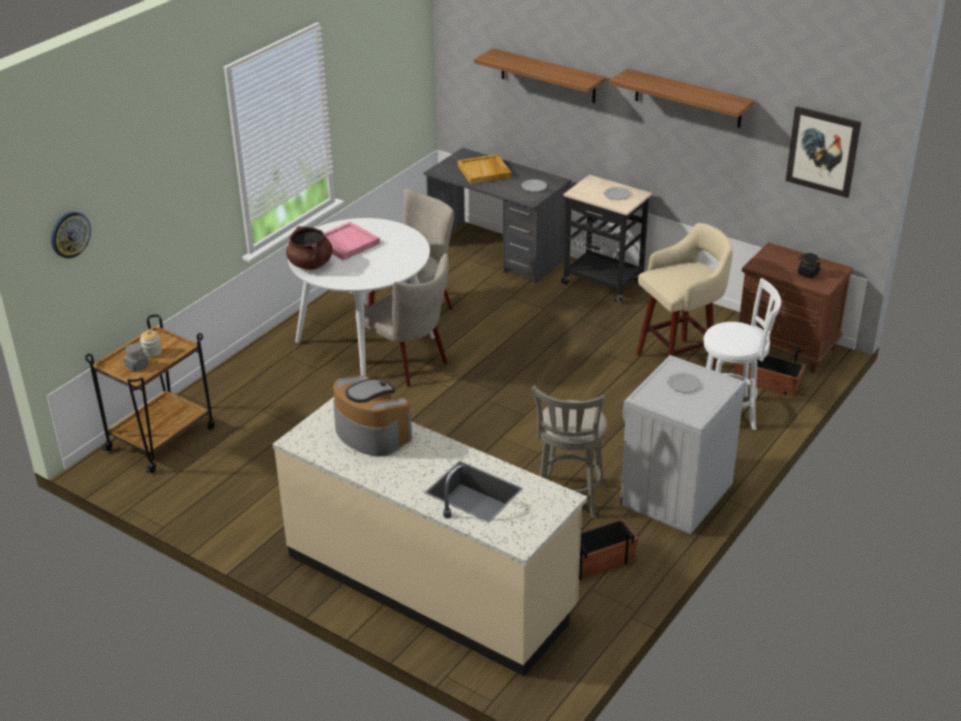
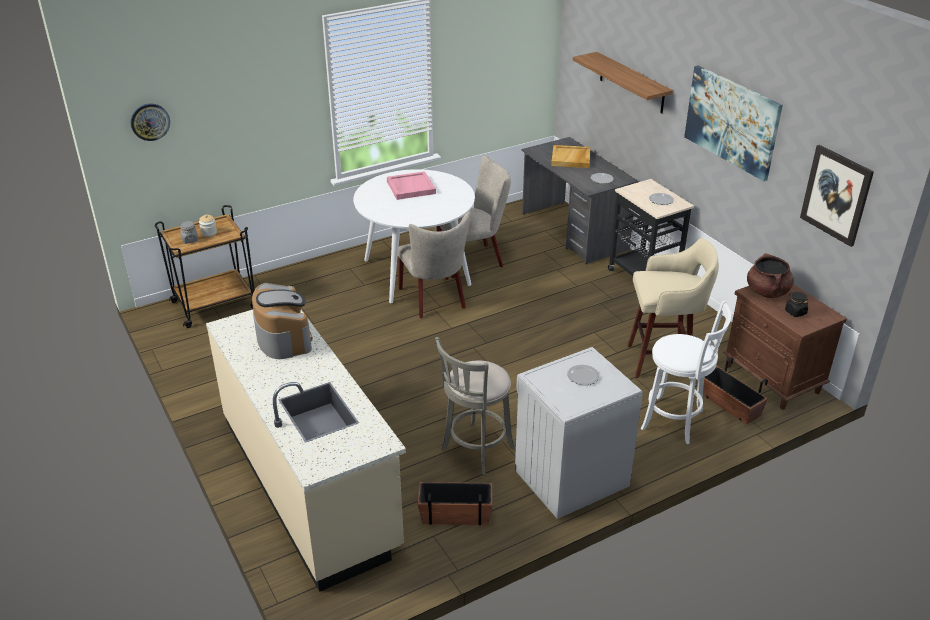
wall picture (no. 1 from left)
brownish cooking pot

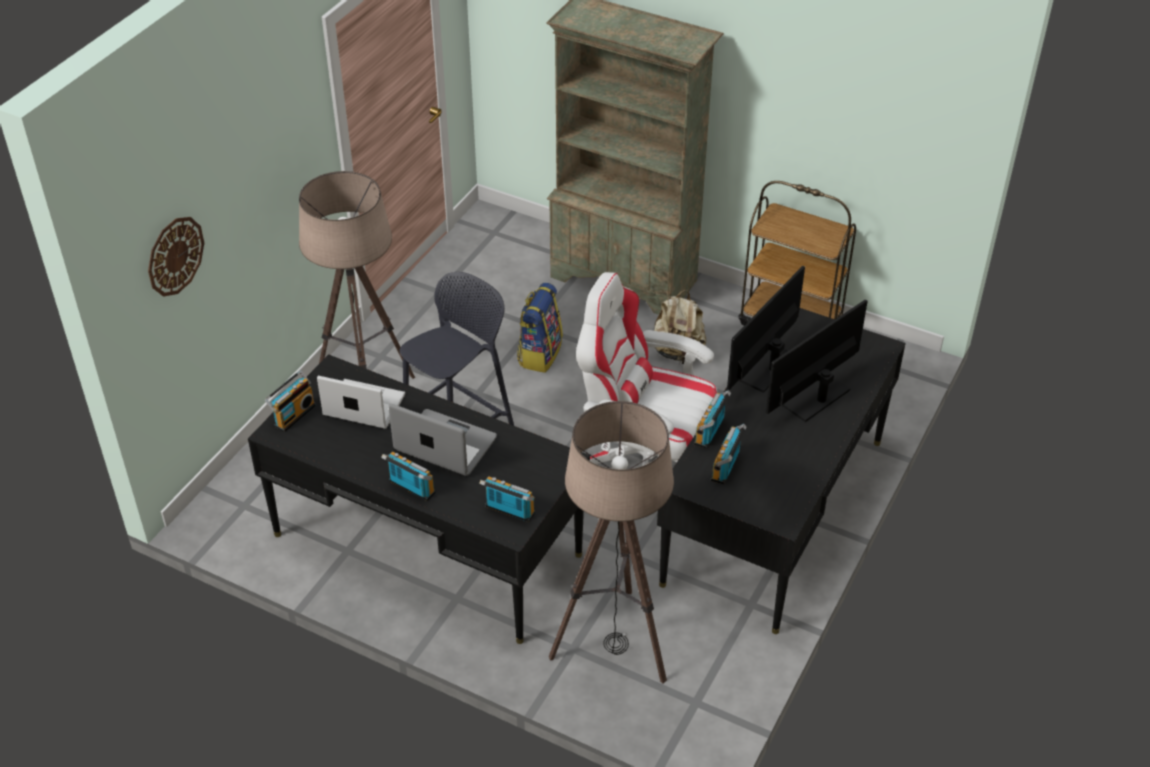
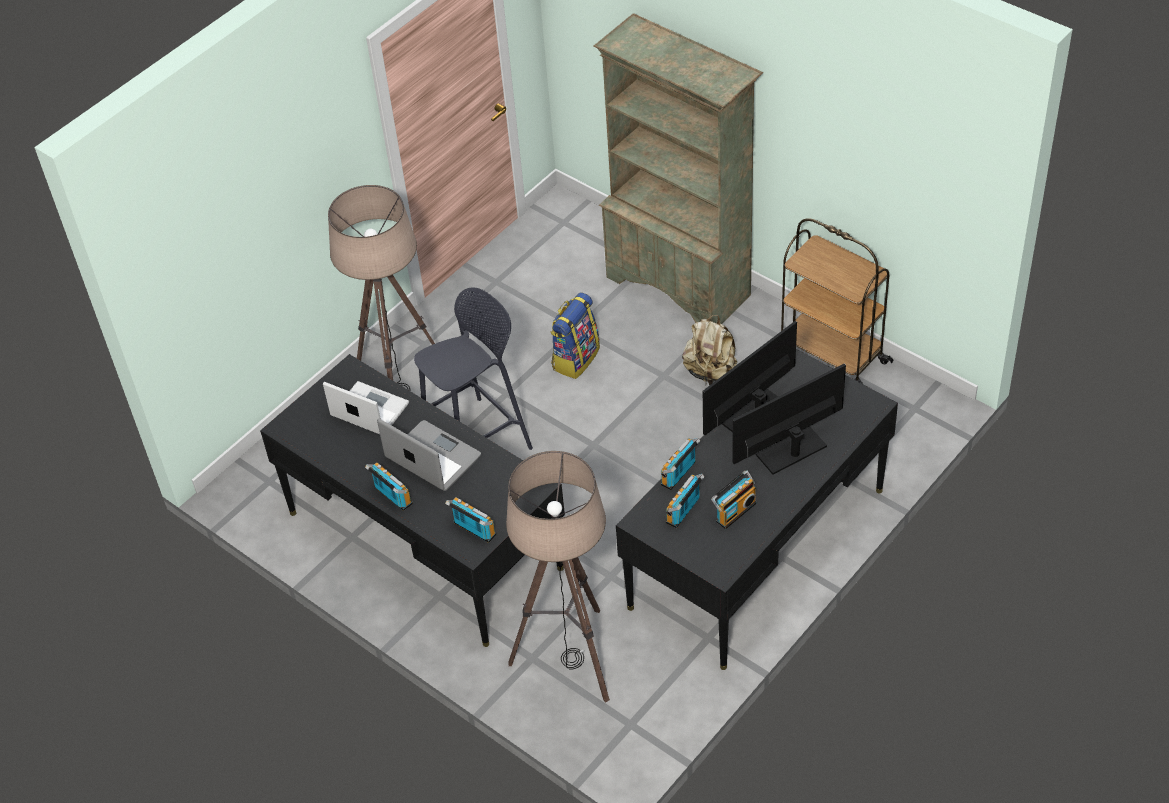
wall clock
whitish office chair
radio set (no. 5 from left)

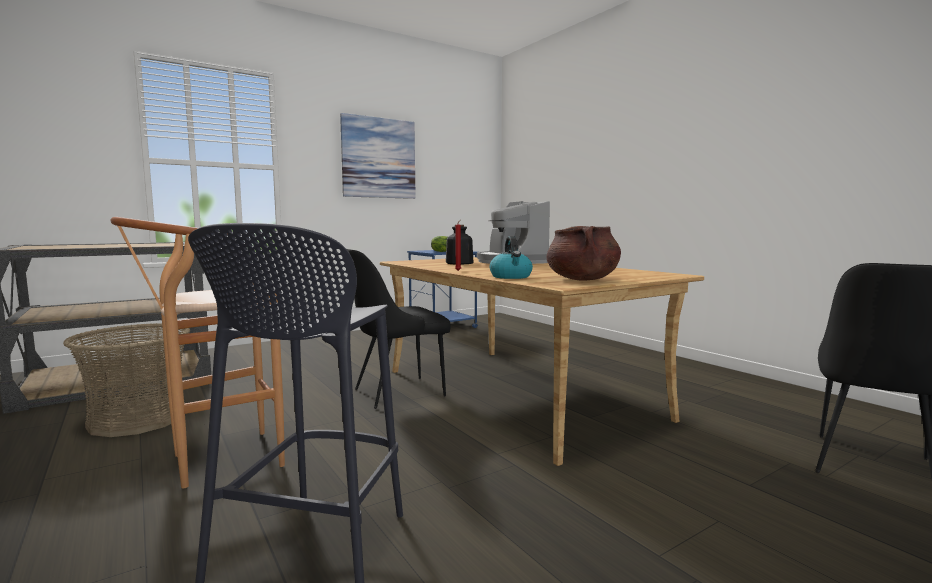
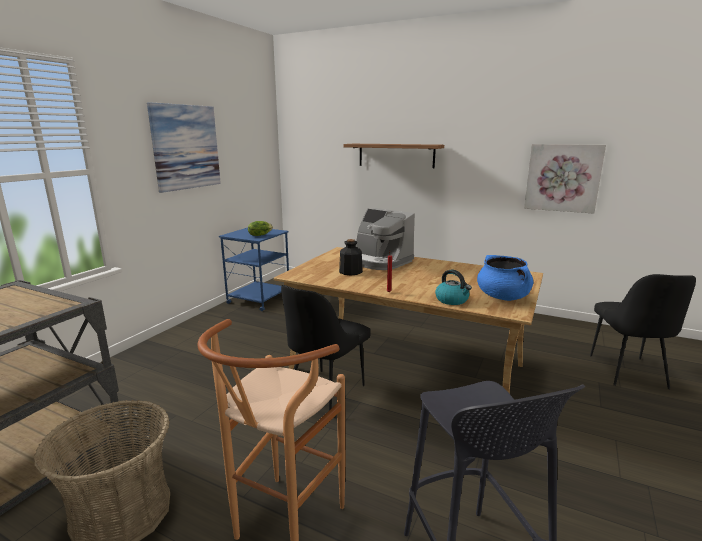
bluish cooking pot
shelf
wall picture (no. 2 from left)

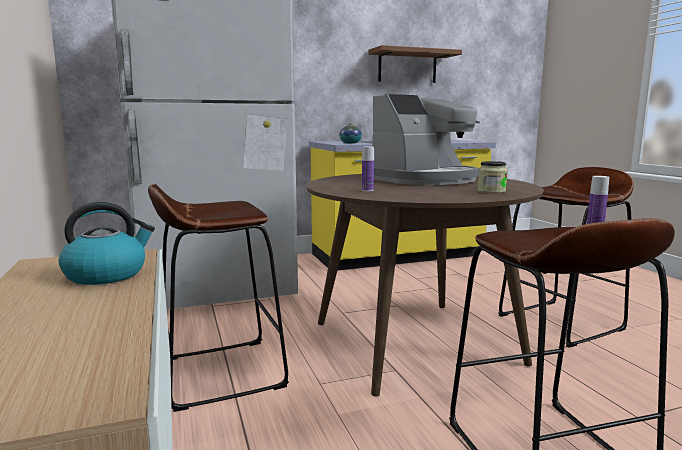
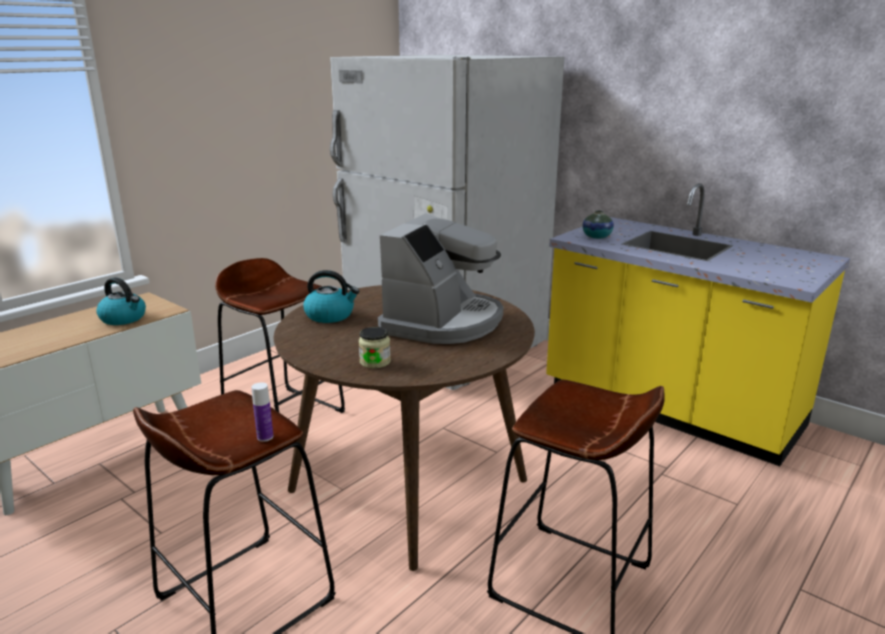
brownish shelf
coffee maker
water kettle (no. 2 from left)

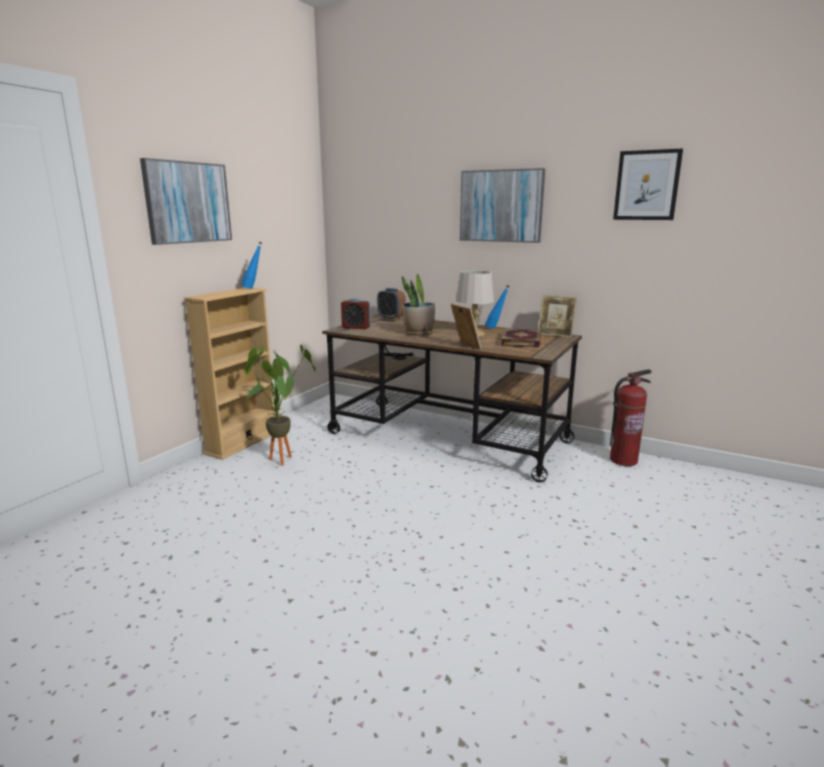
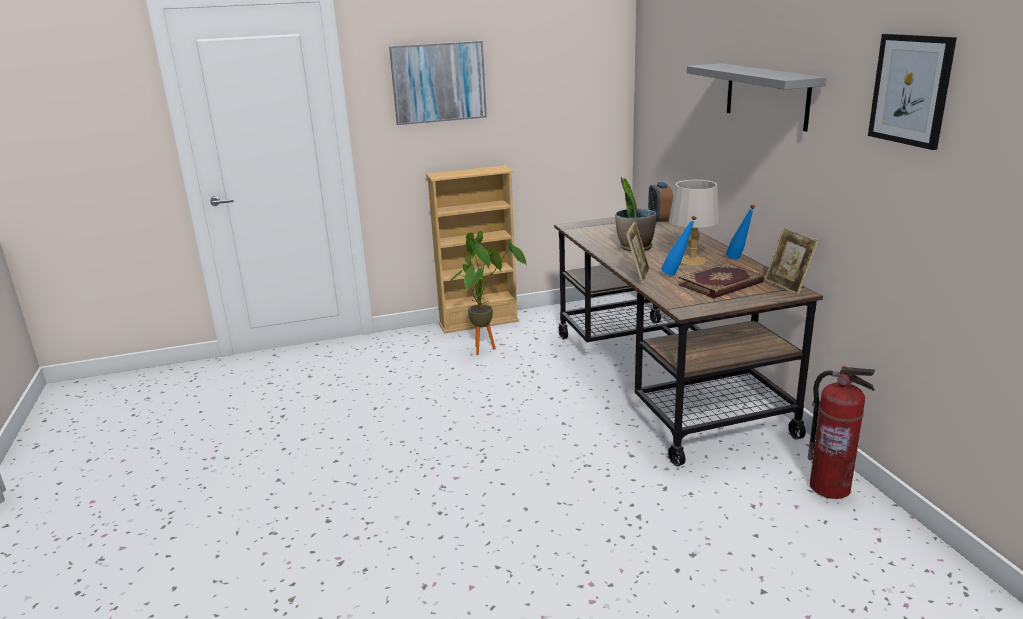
grey shelf
bluish bottle (no. 1 from left)
table clock (no. 1 from left in the first image)

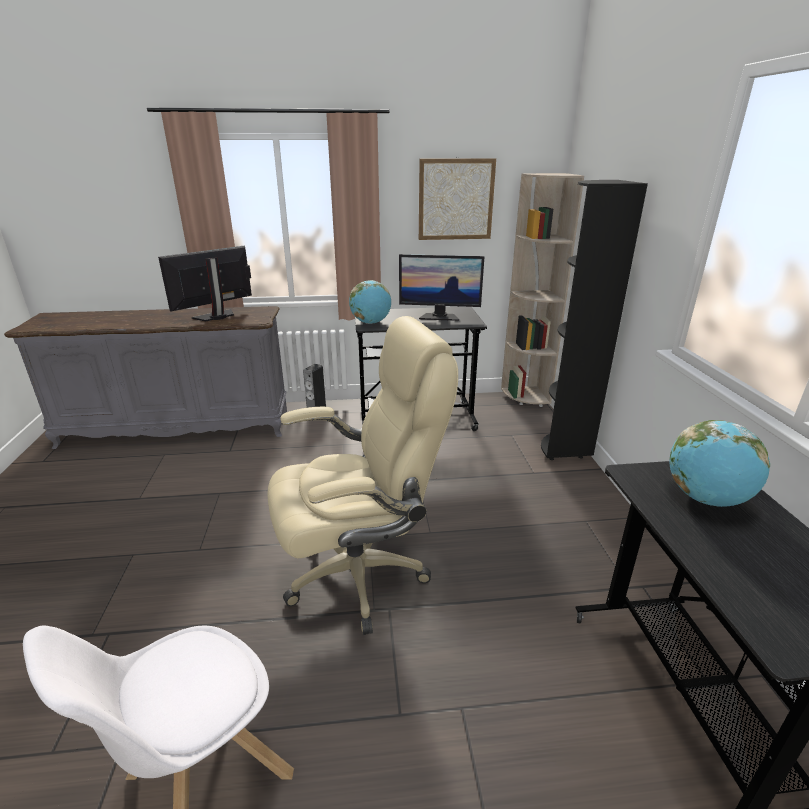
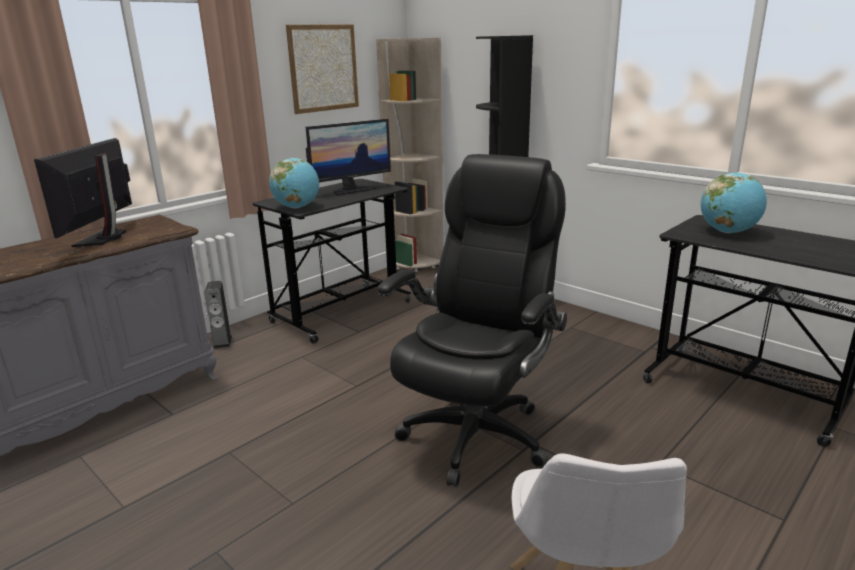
black-coloured office chair

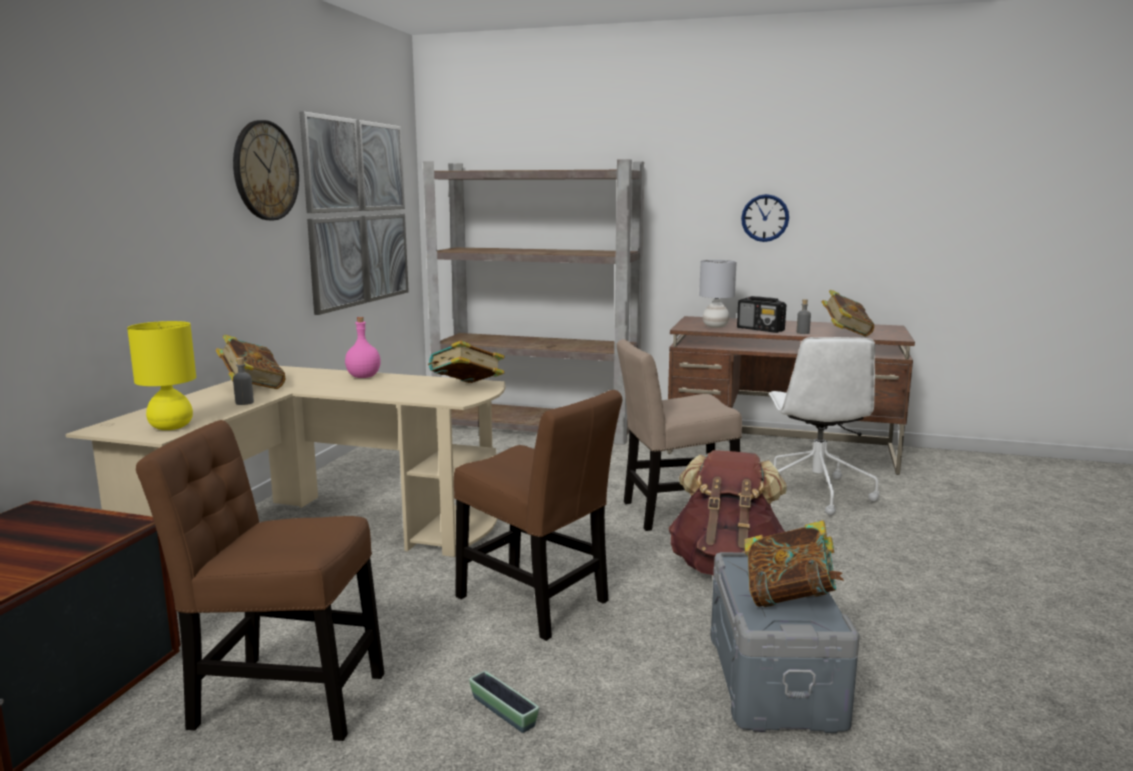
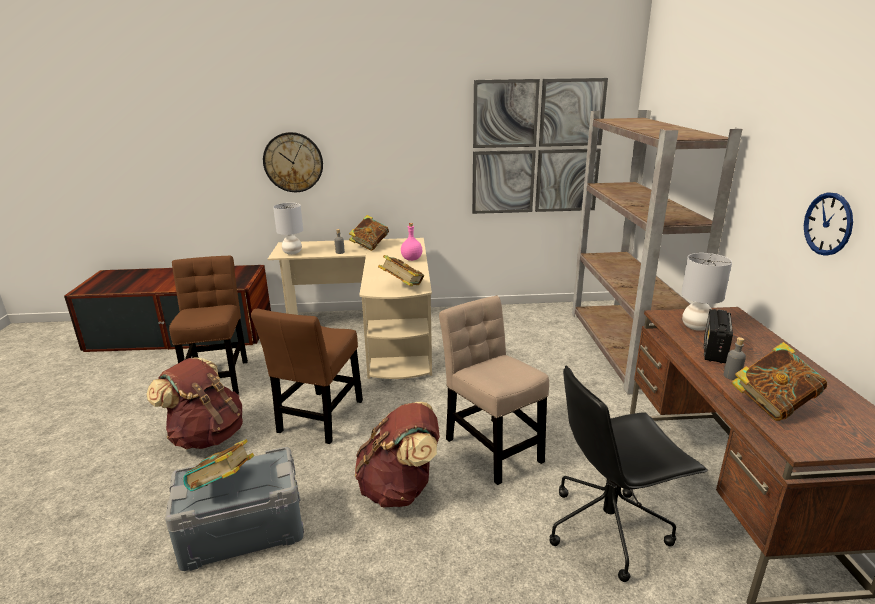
wall clock (no. 1 from left)
grey tabletop lamp (no. 1 from left)
black-coloured office chair
brownish rucksack (no. 1 from left)

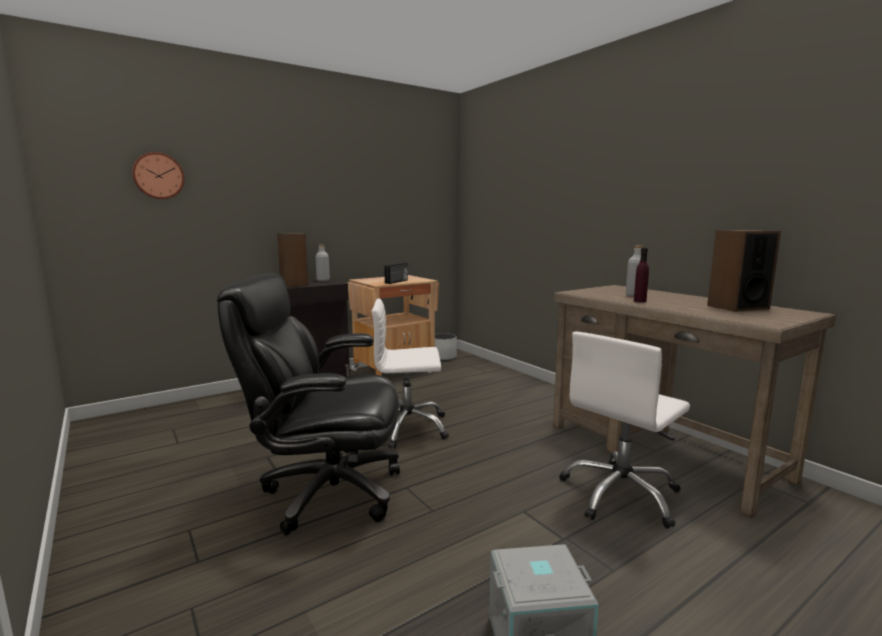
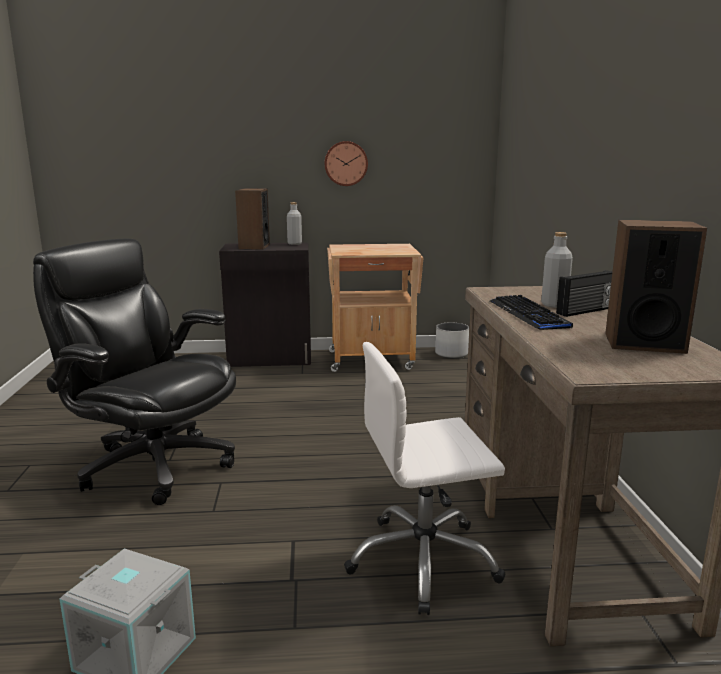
wall clock
PC keyboard
radio set
whitish office chair (no. 1 from left in the first image)

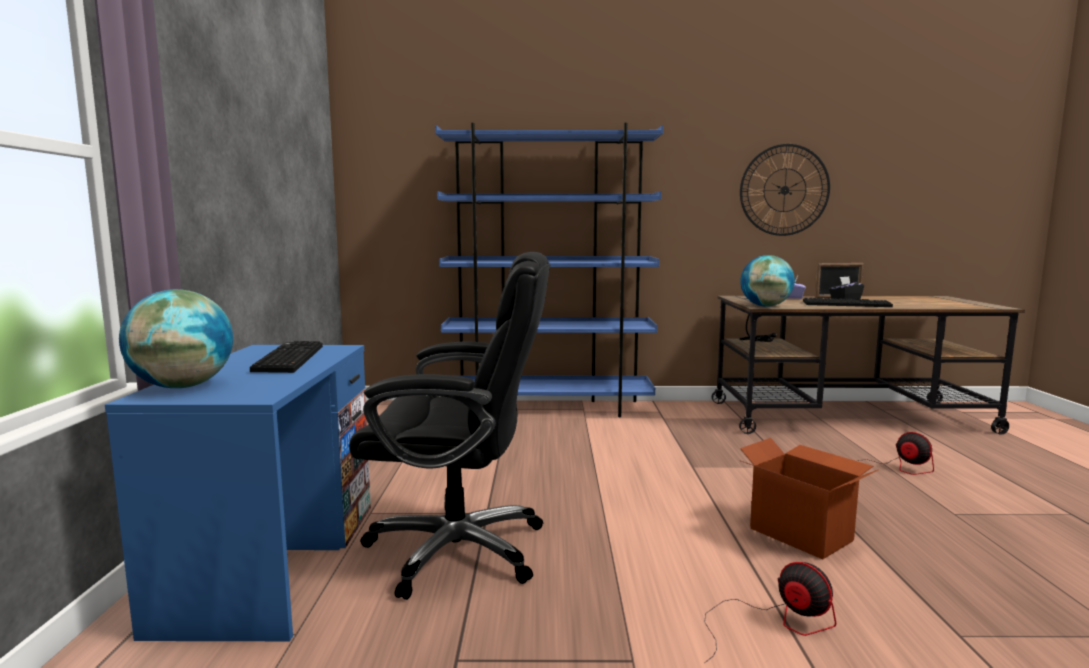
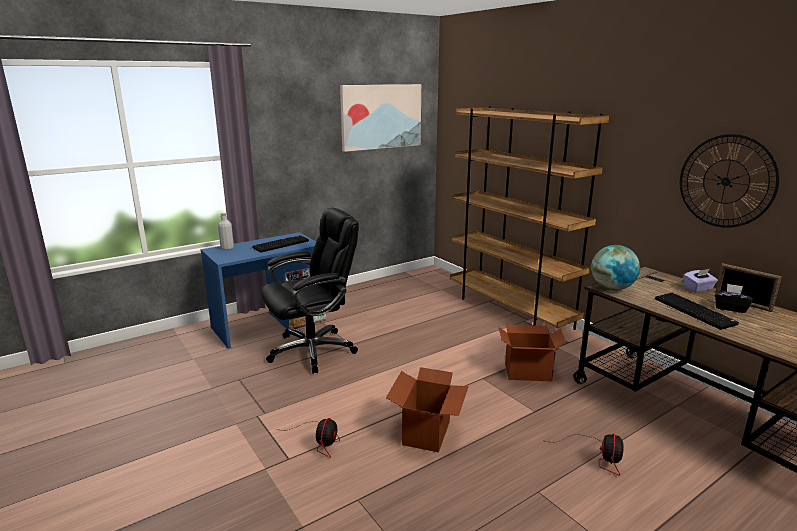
brownish bookcase
black-coloured office chair
grey bottle
wall picture
packing box (no. 2 from left)

